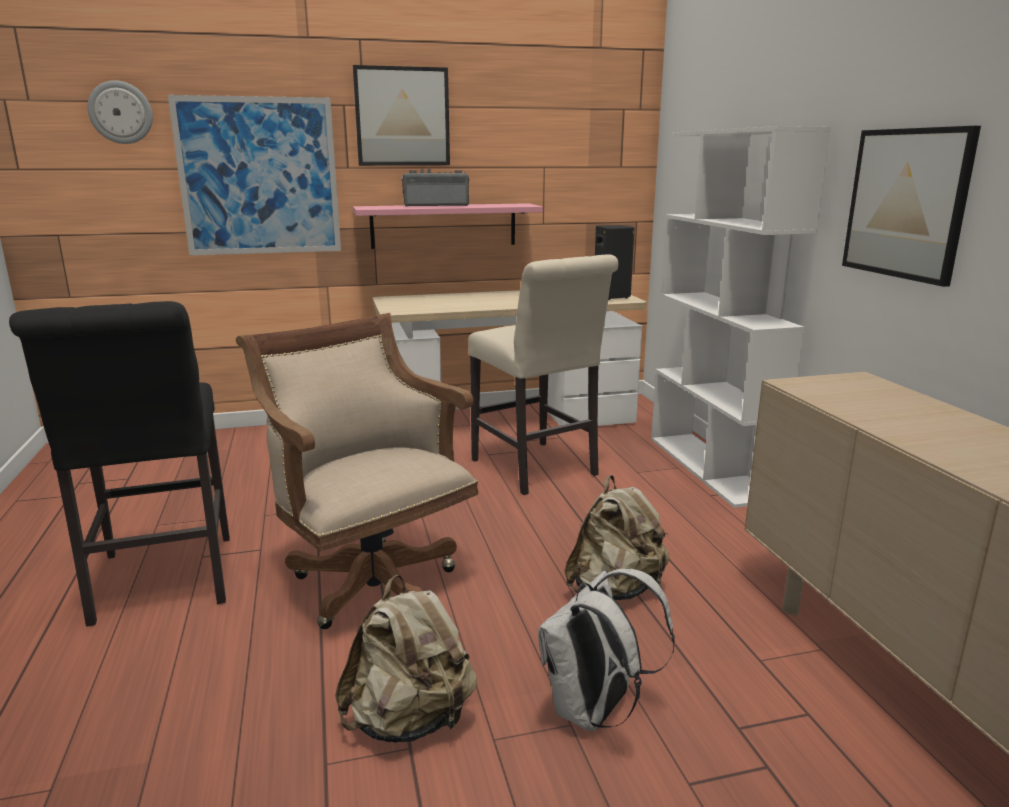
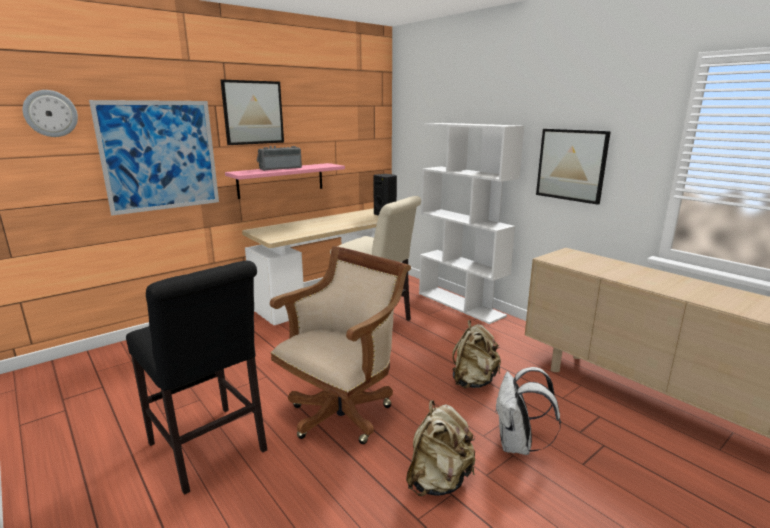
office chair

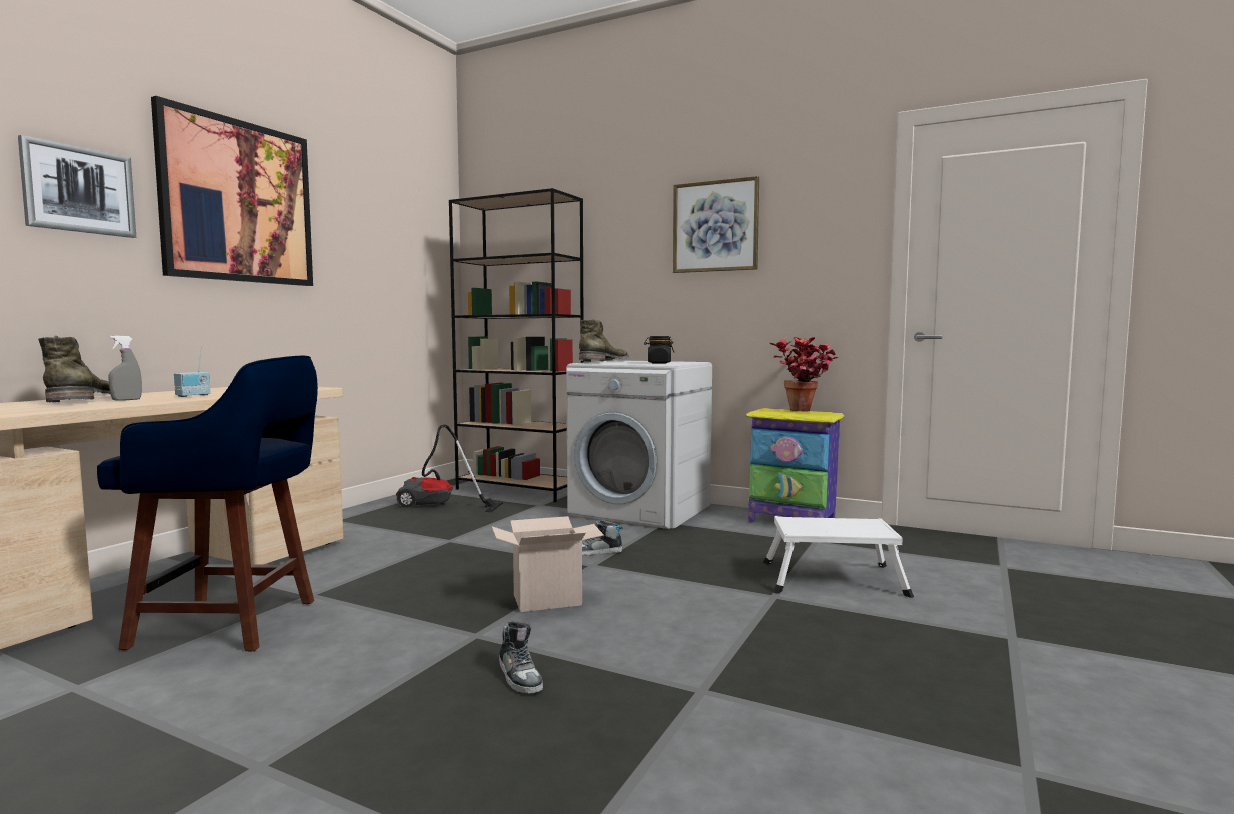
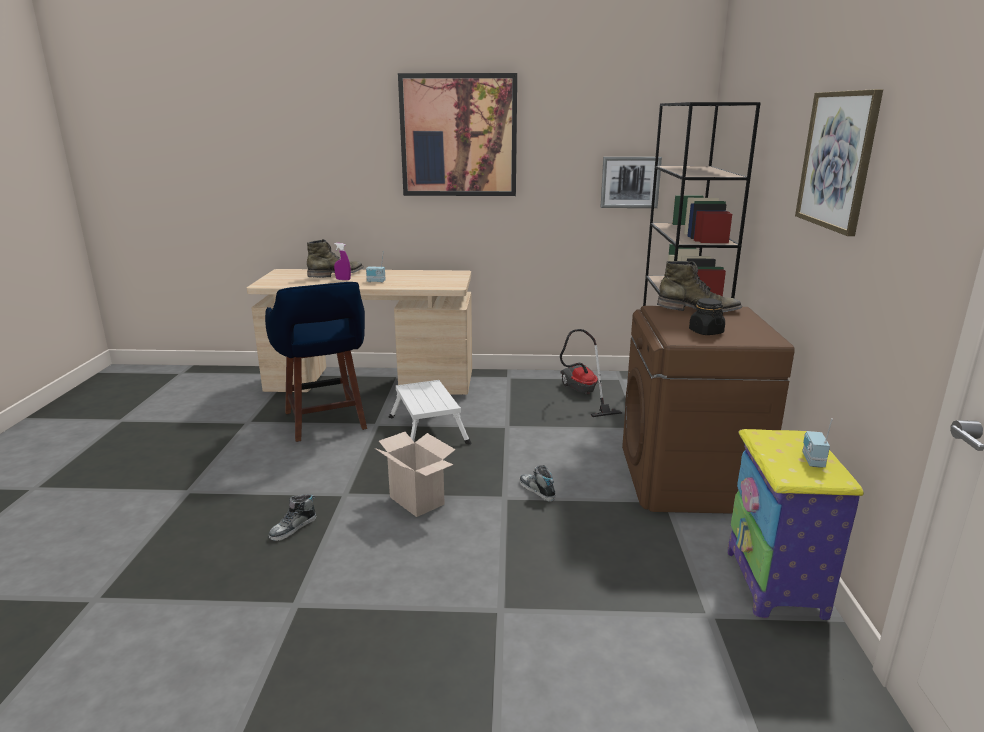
wall picture (no. 2 from left)
purple sprayer
radio set (no. 2 from left)
brownish washing machine
whitish step ladder

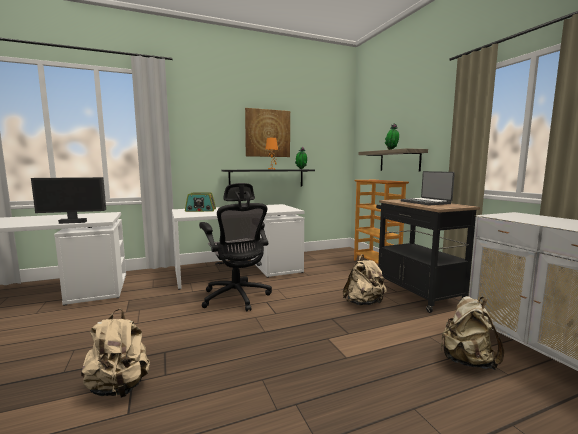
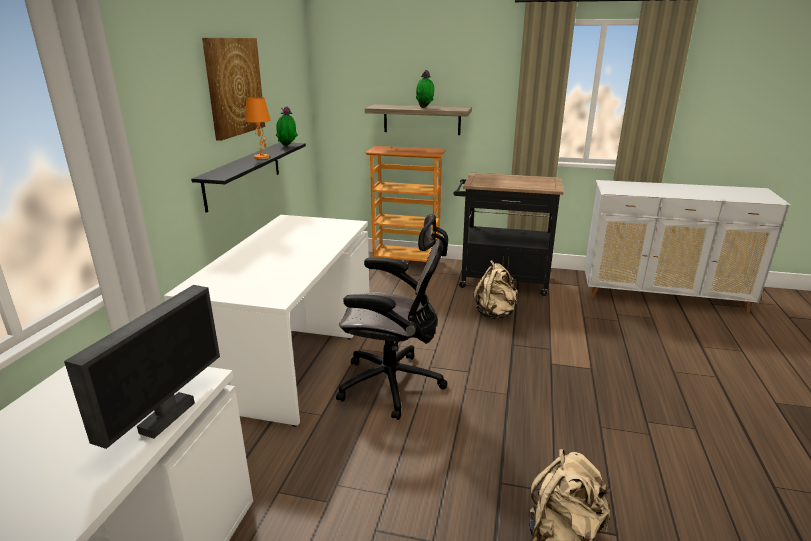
laptop
radio set
beige-coloured rucksack (no. 3 from left in the first image)

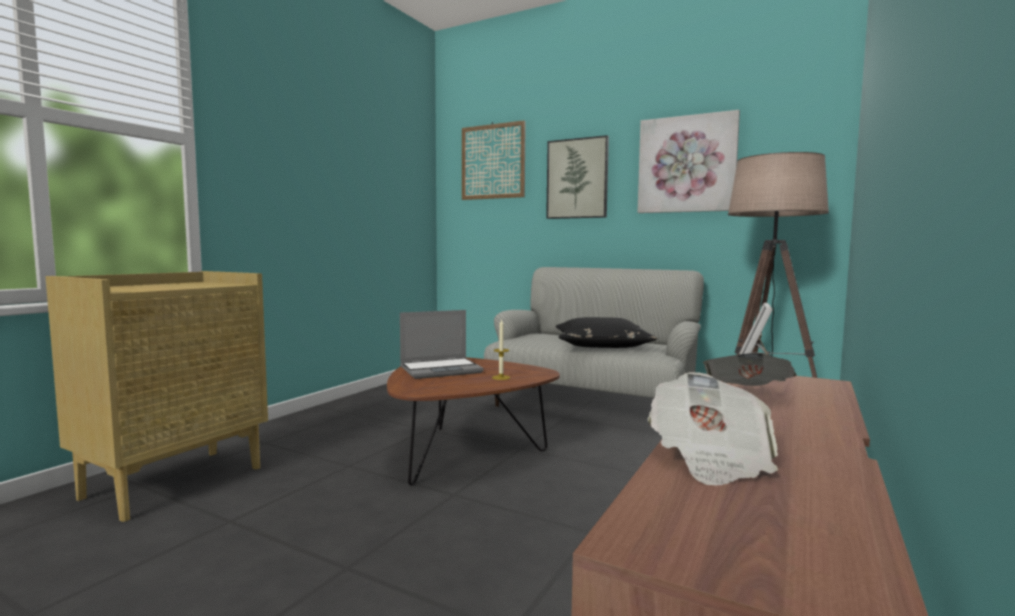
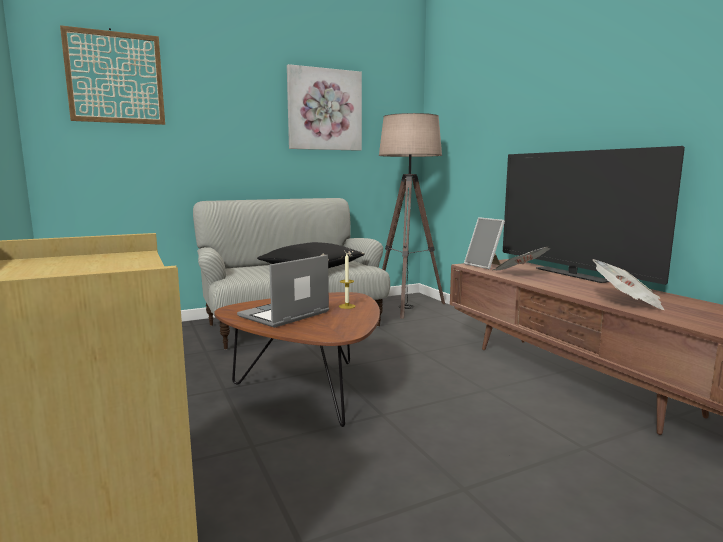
wall picture (no. 2 from left in the first image)
laptop
TV

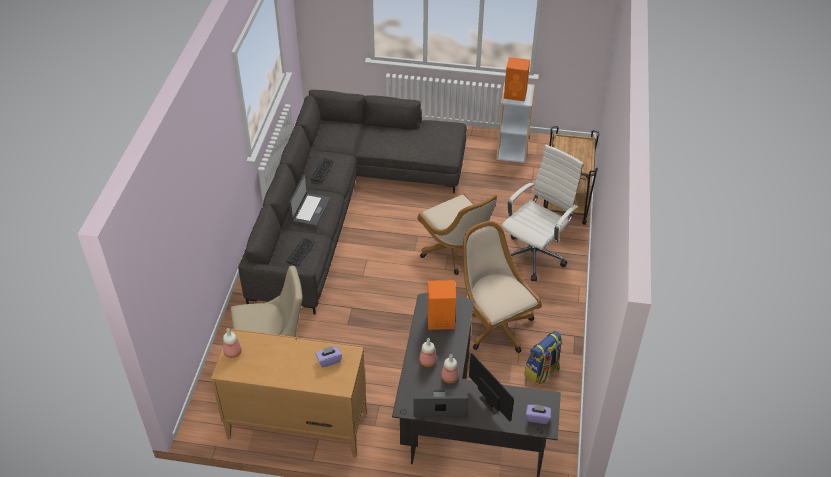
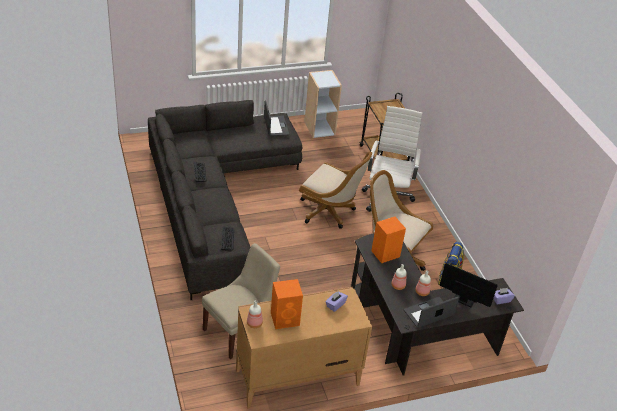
orange speaker (no. 1 from left)
laptop (no. 1 from left)

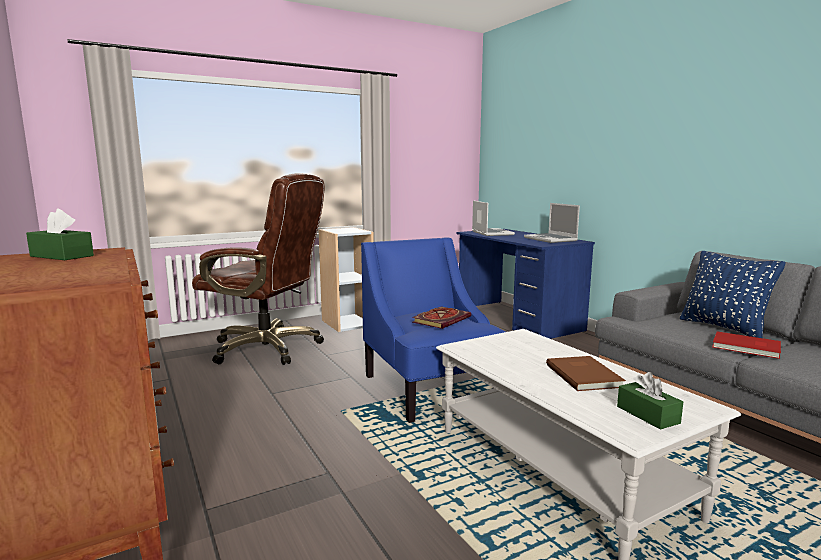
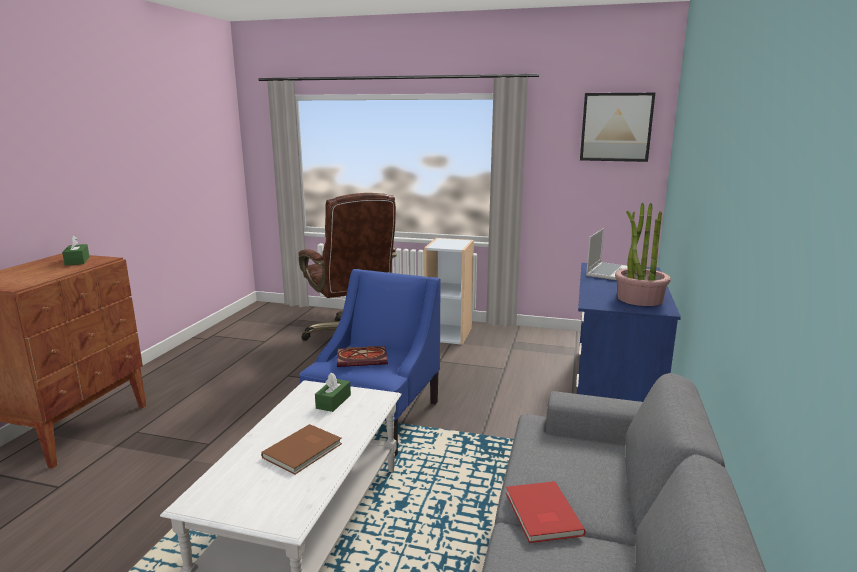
plant in a pot
bluish pillow
green-coloured box of tissues (no. 2 from left)
wall picture

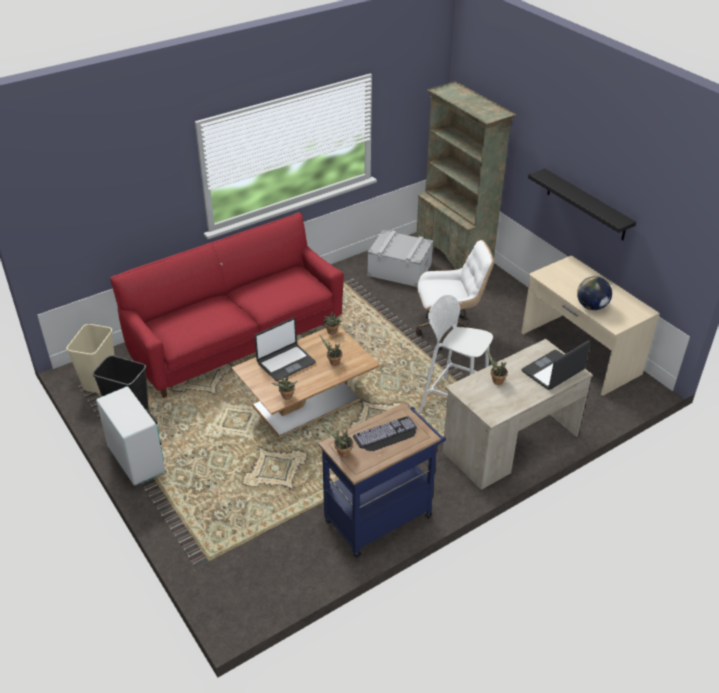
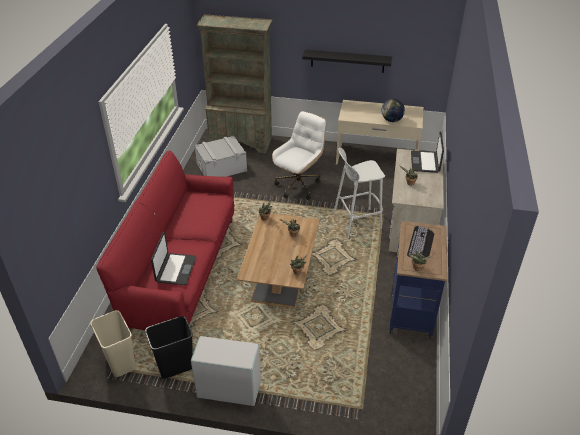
laptop (no. 1 from left)

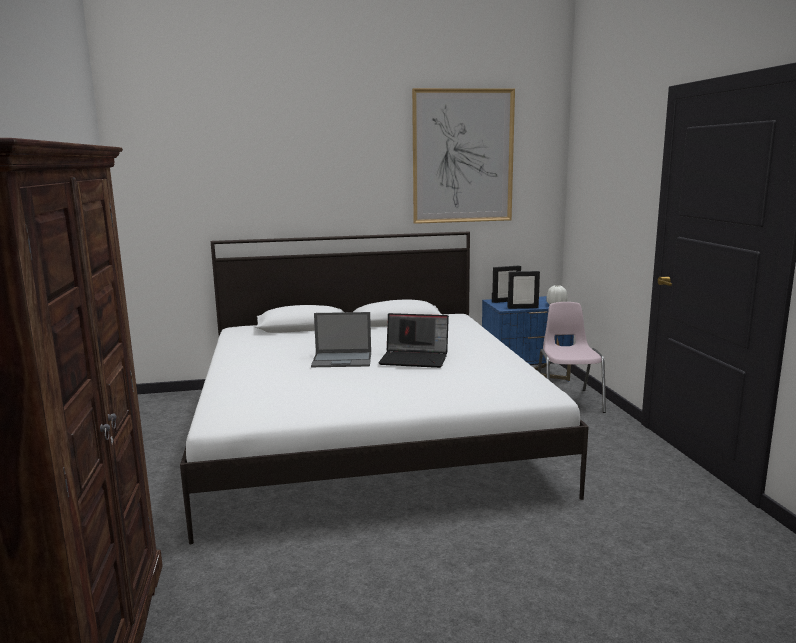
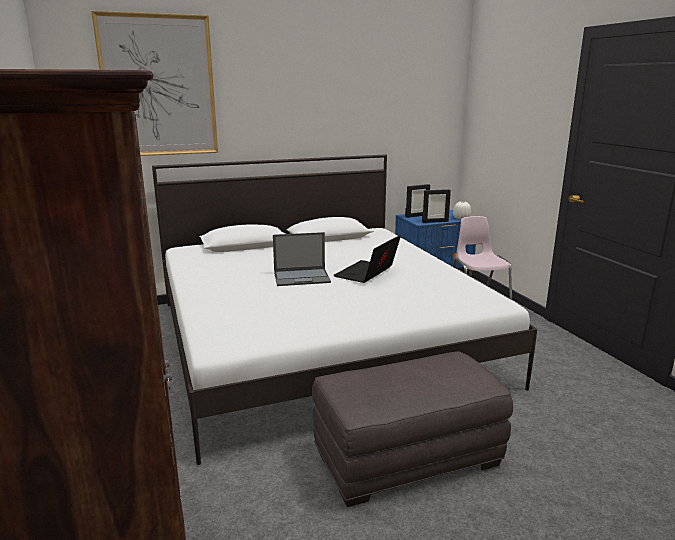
wall picture
laptop (no. 2 from left)
grey footrest

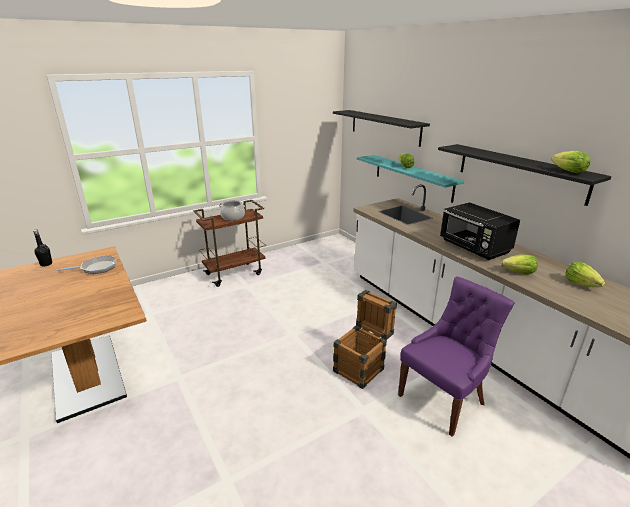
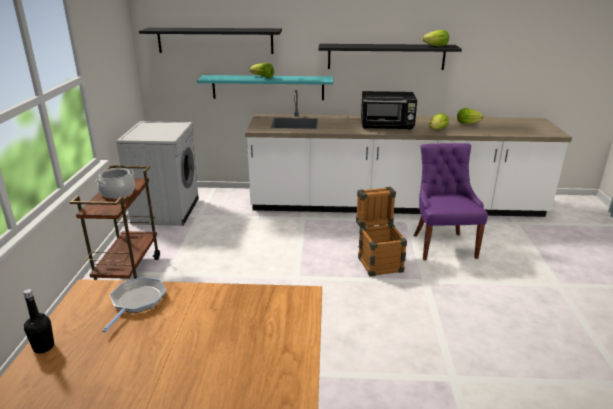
whitish washing machine

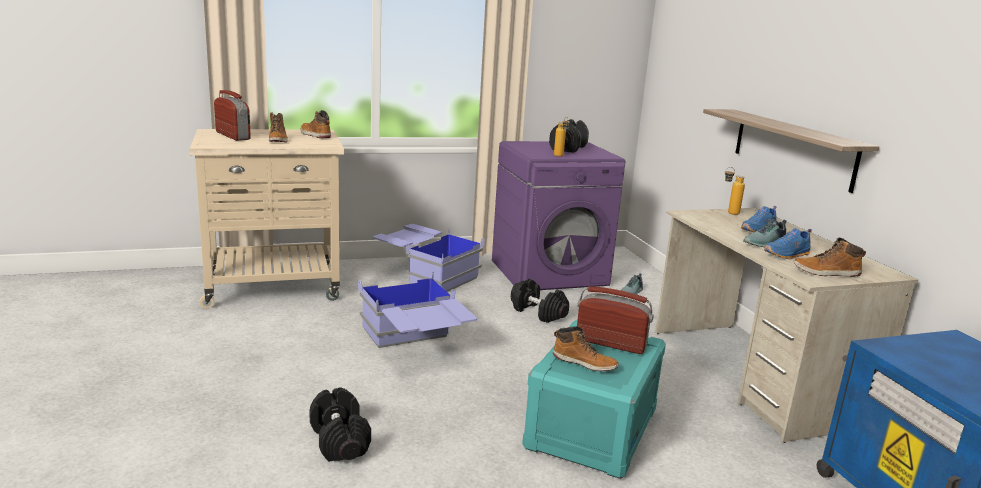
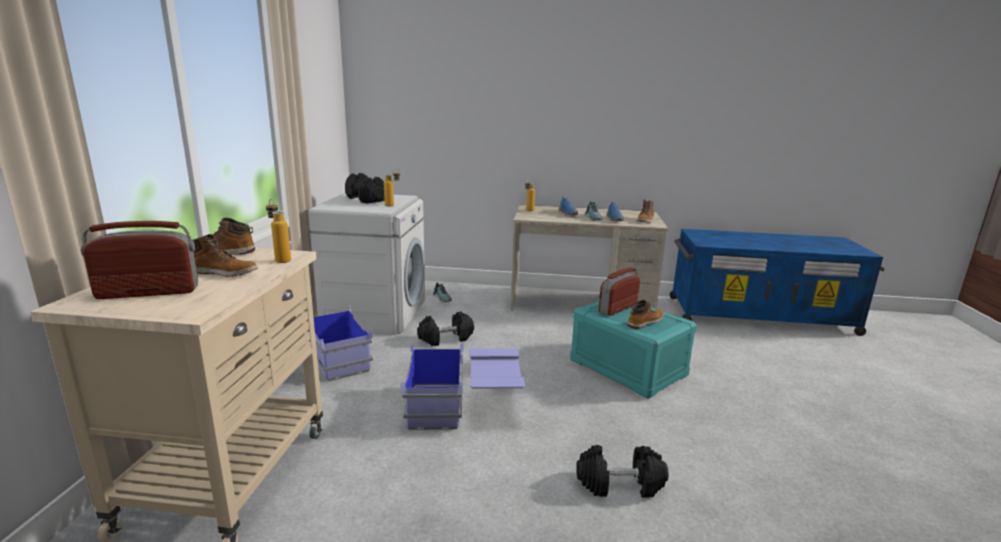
shelf
whitish washing machine
bottle (no. 1 from left)

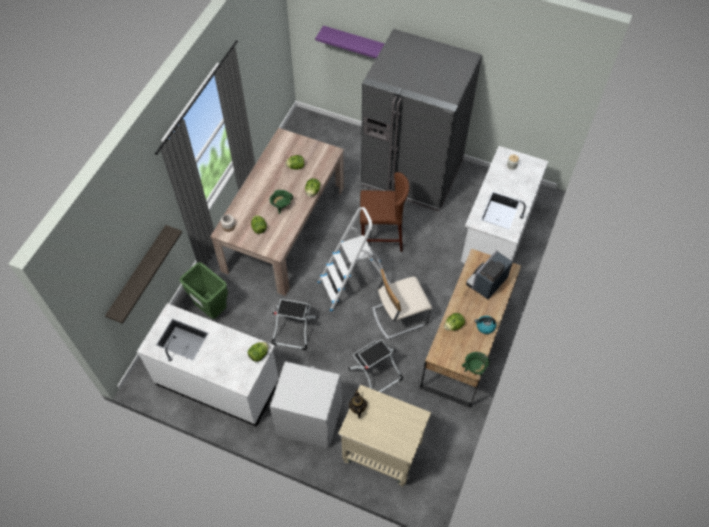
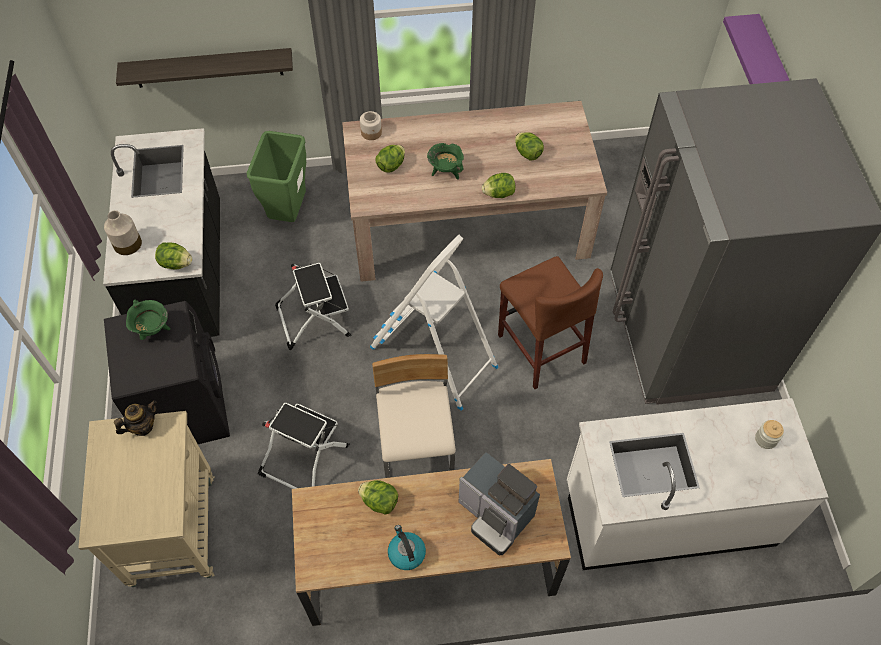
coffee maker
beige-coloured plain chair
black-coloured kitchen base unit
green-coloured cooking pot (no. 1 from left)
black-coloured washing machine
beige-coloured decorative vase

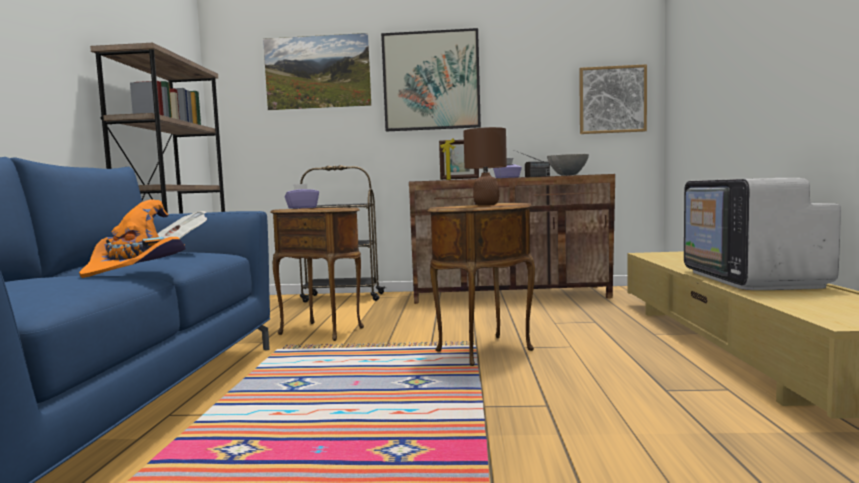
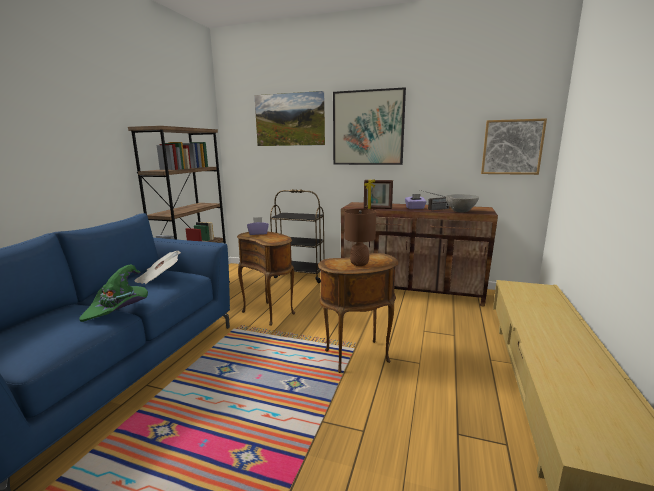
TV
green-coloured wearable hat

